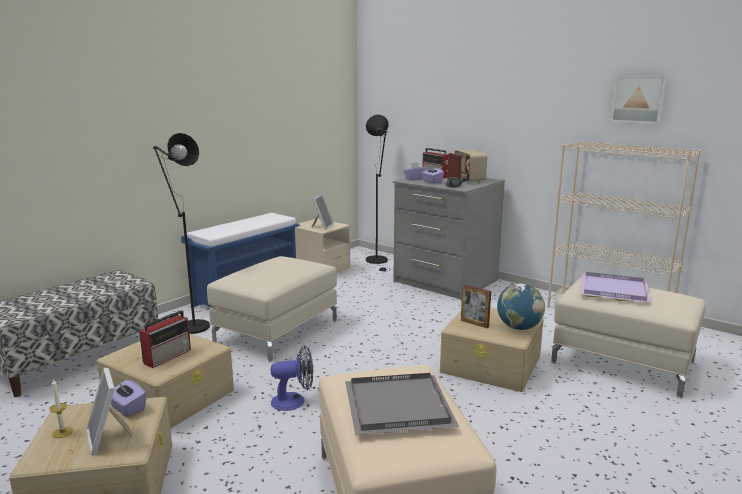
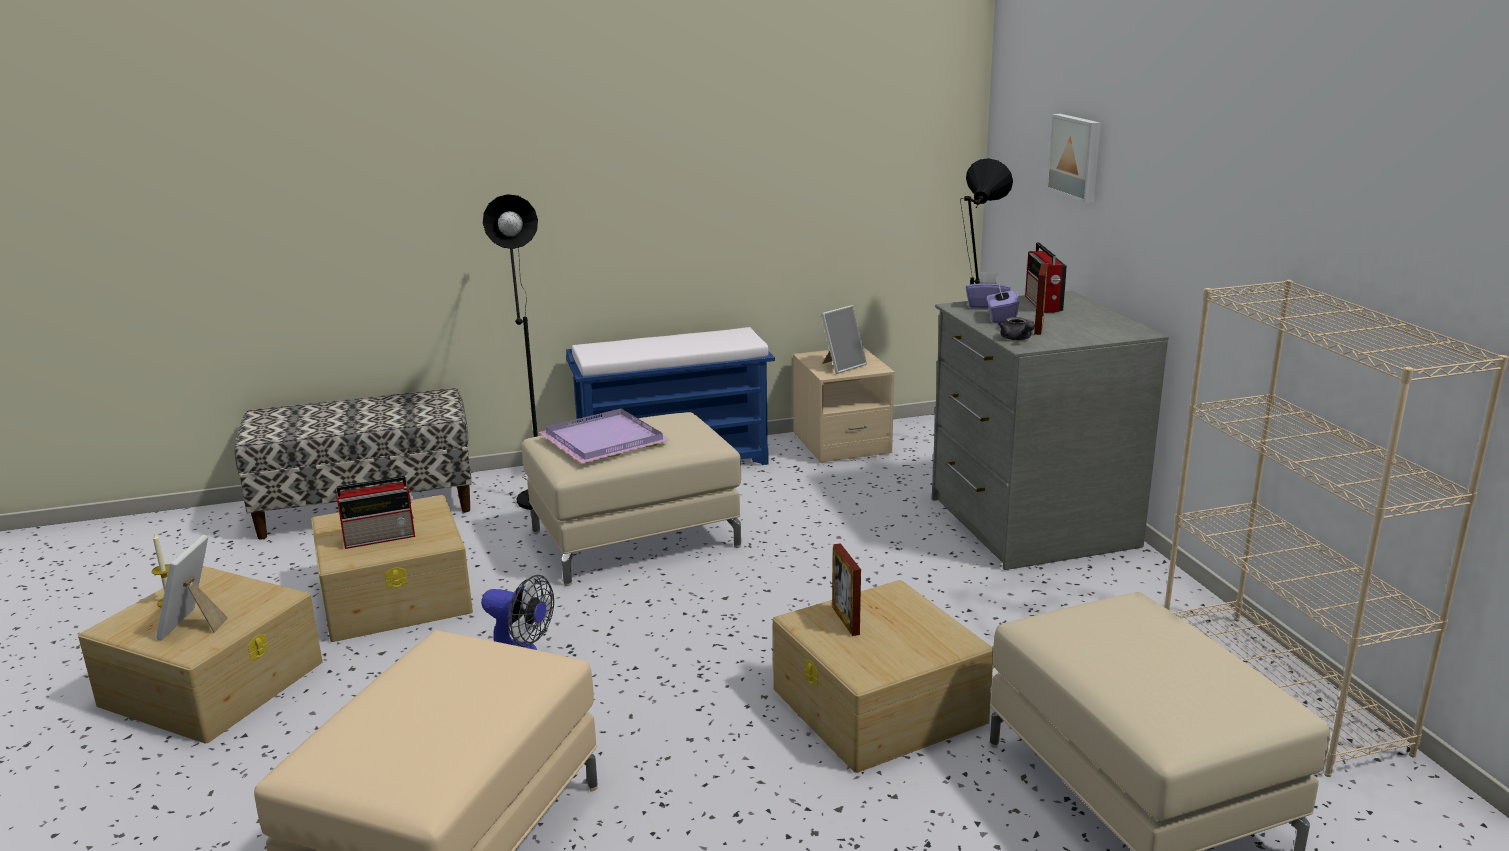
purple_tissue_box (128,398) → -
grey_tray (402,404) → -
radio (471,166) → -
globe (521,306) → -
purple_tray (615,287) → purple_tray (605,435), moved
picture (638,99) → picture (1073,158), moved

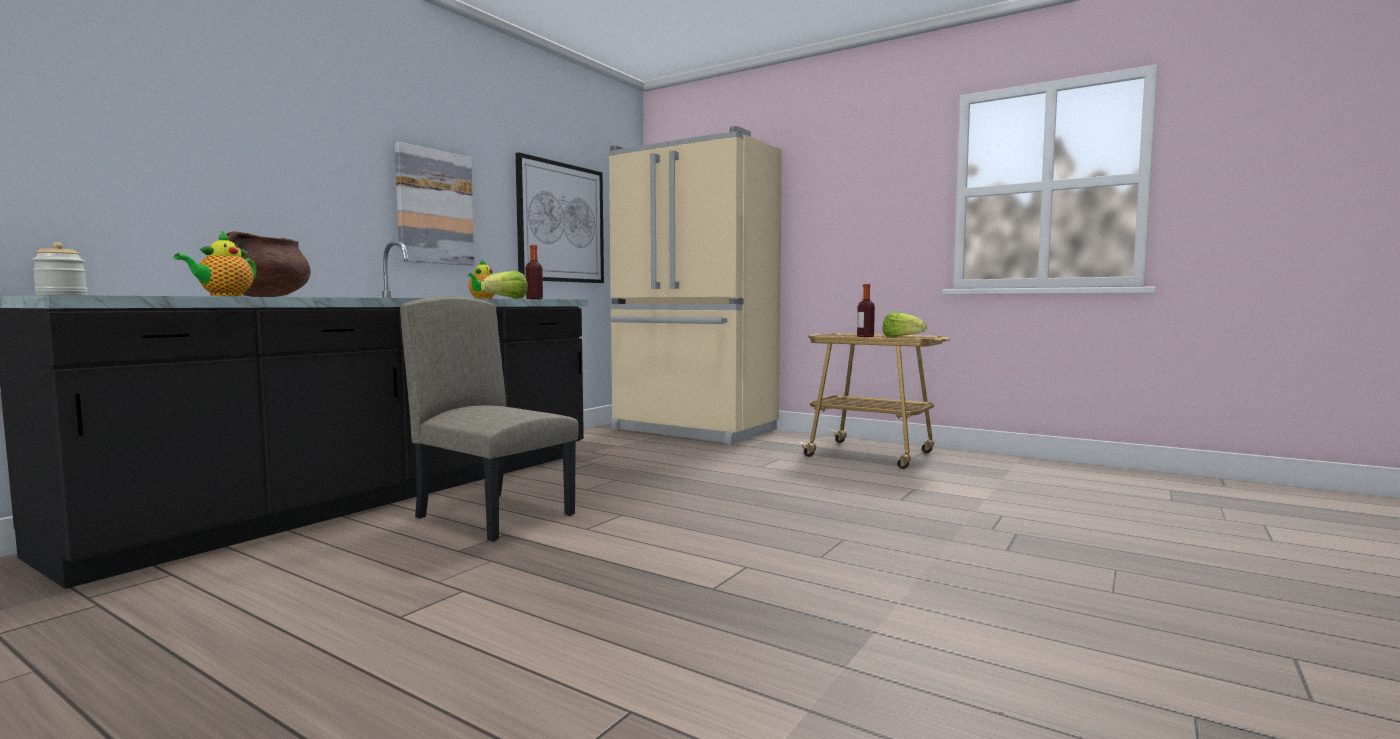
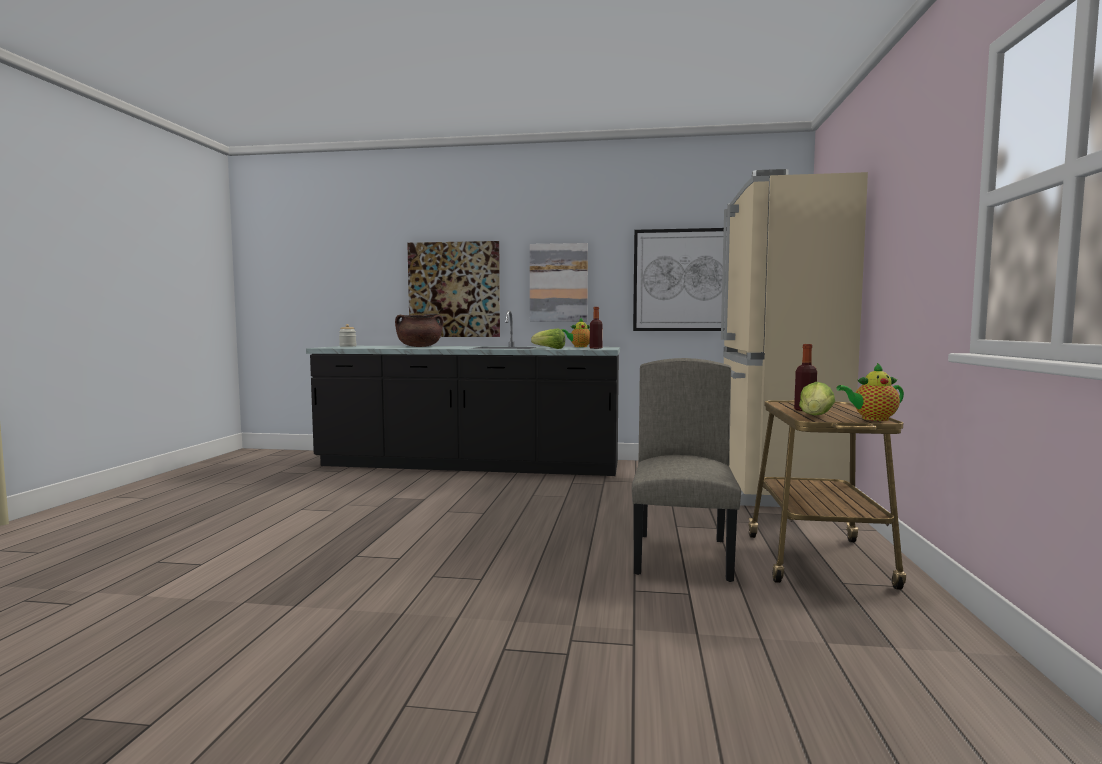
teapot (215,263) → teapot (870,392), moved
beige_chair (489,419) → beige_chair (686,470), moved
- → picture (453,289)

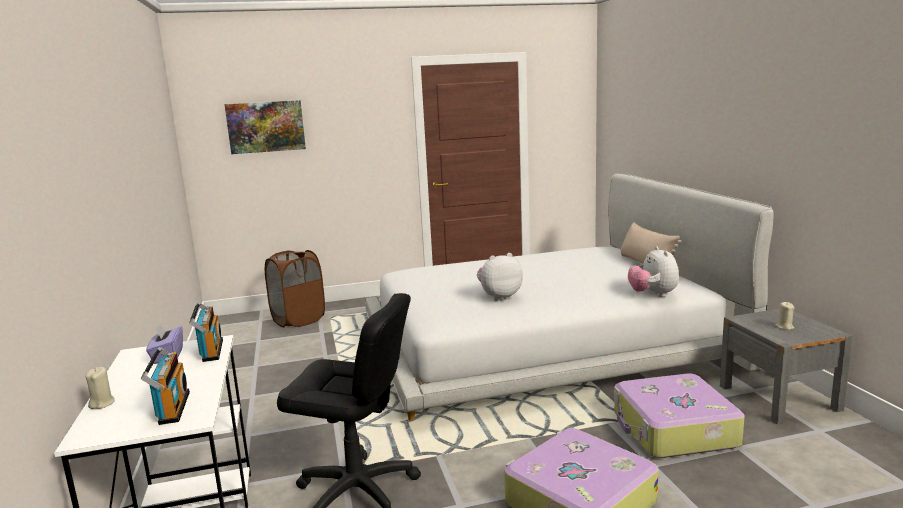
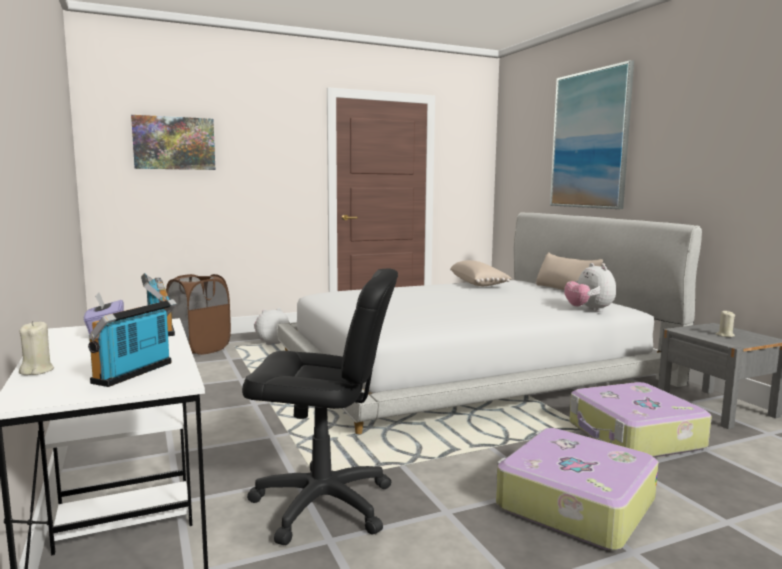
radio (165,386) → radio (132,343), 135 degrees counterclockwise
plush_toy (500,277) → plush_toy (271,326), moved
- → beige_pillow (481,273)
- → picture (592,134)

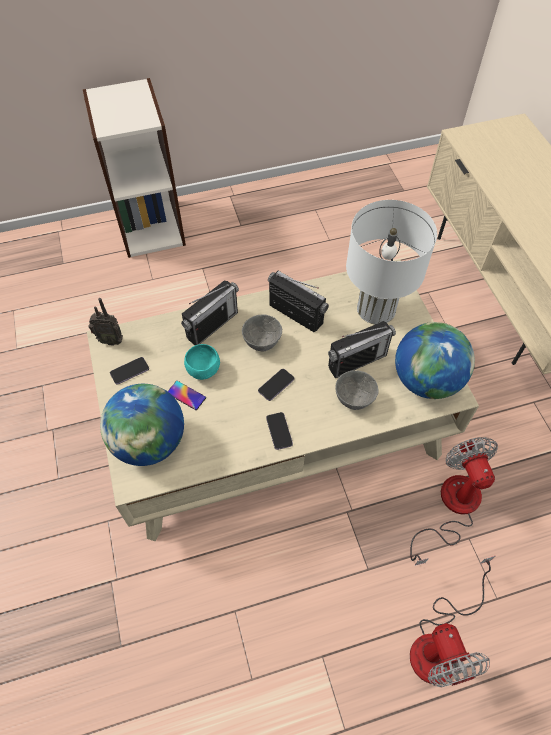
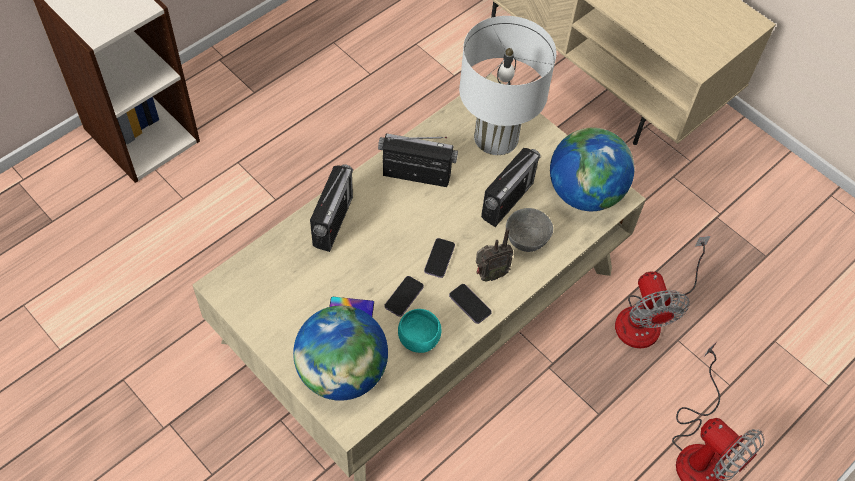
radio (105,322) → radio (495,255), moved
phone (129,371) → phone (404,296), moved
turquoise_bowl (202,362) → turquoise_bowl (419,331), moved
grey_bowl (262,332) → -
fan (454,501) → fan (663,292), 150 degrees counterclockwise

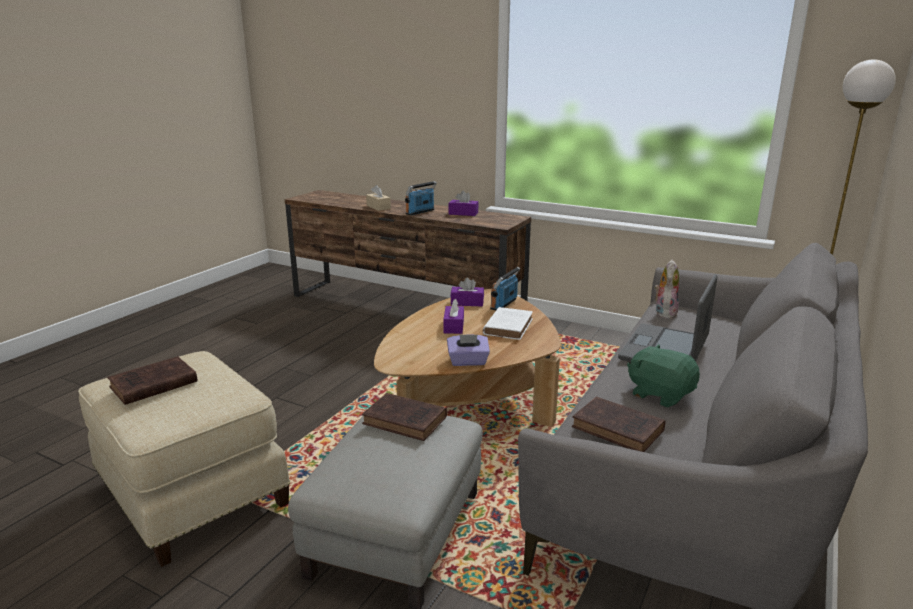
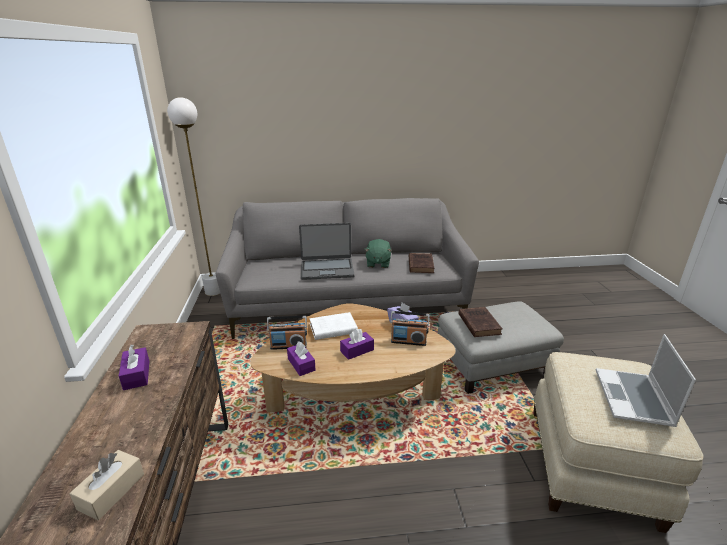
brown_book (152,380) → laptop (646,380)
radio (420,198) → radio (410,328), moved
plush_toy (666,289) → -

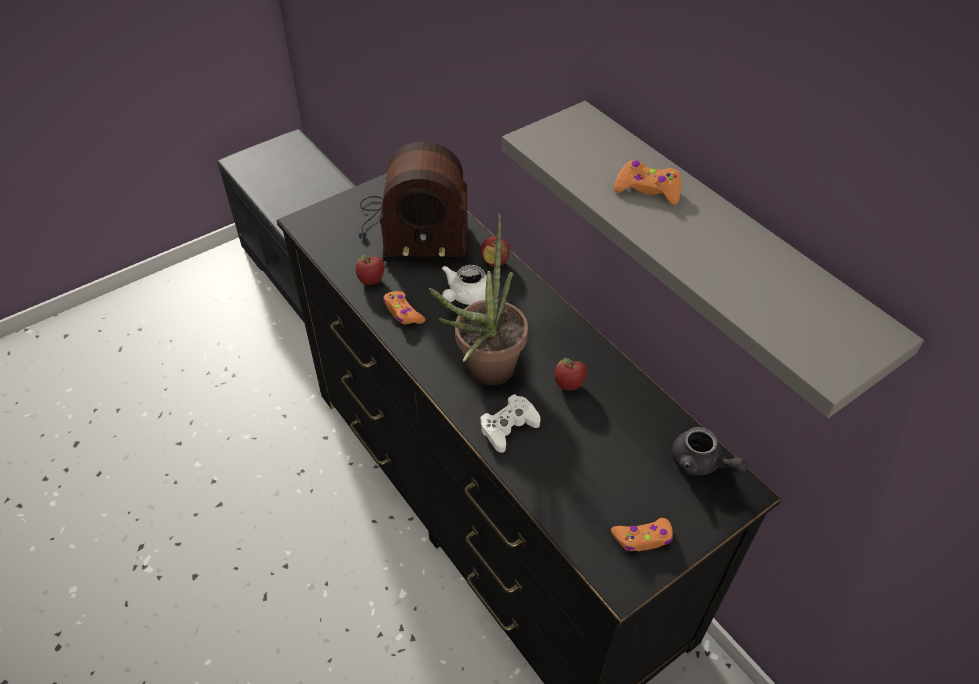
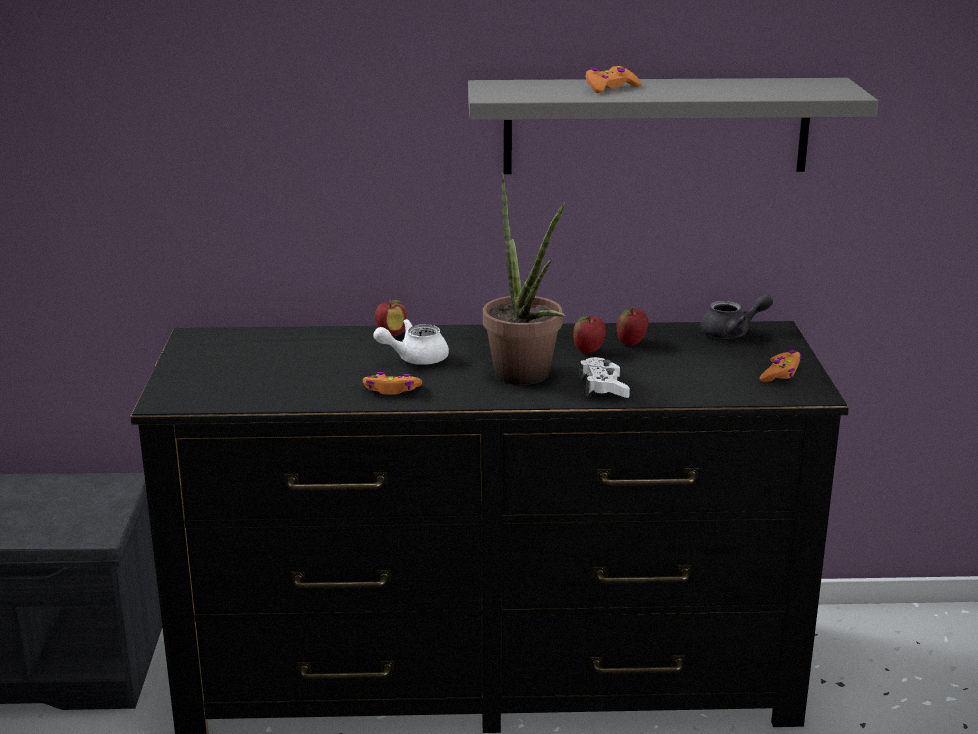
apple (370,270) → apple (632,326), moved
radio (413,202) → -
white_teapot (464,285) → white_teapot (411,342), 90 degrees clockwise

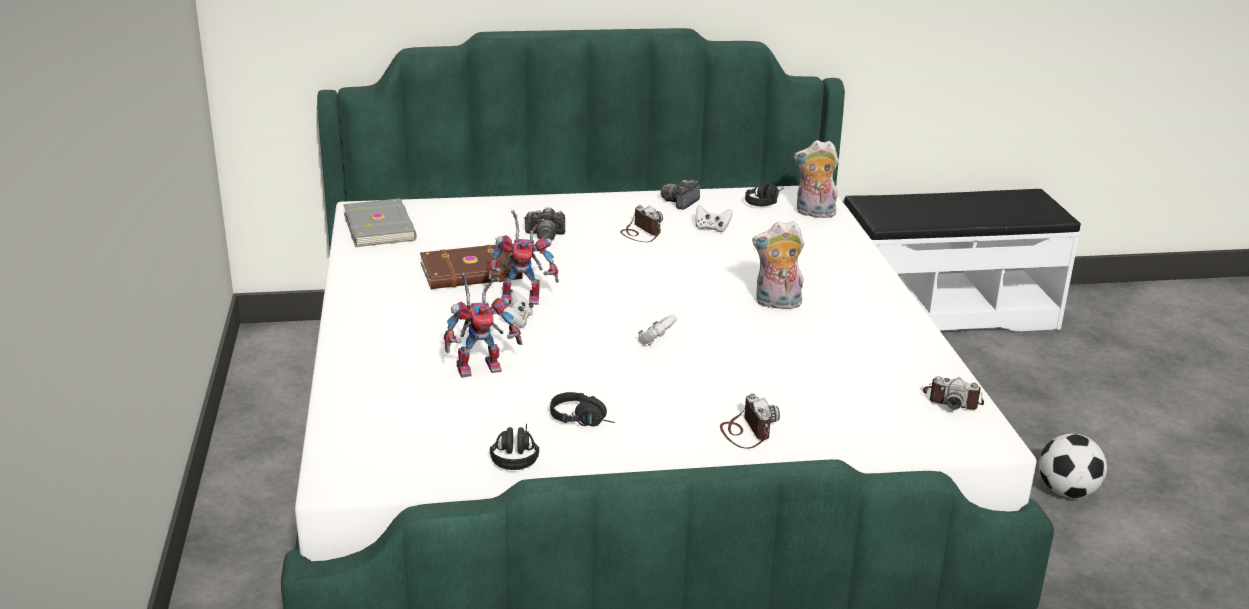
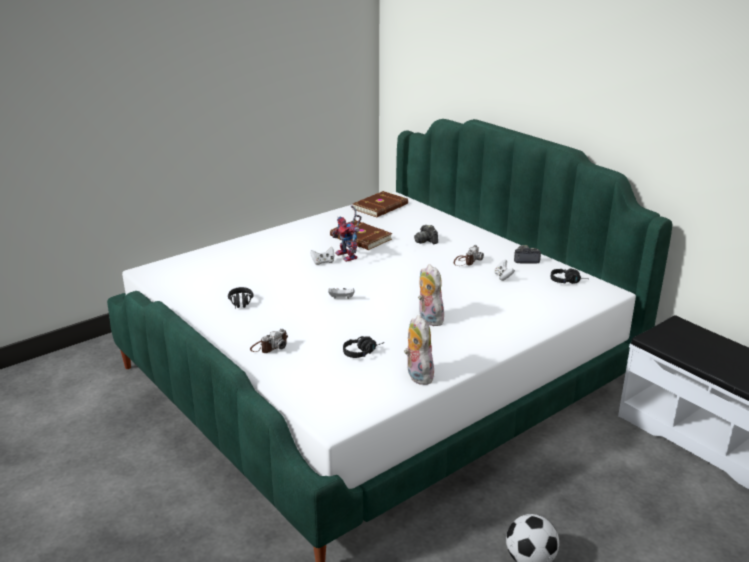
grey_book (380,223) → brown_book (380,204)
toy_robot (483,325) → -
black_headphones (514,447) → black_headphones (364,347), moved
plush_toy (816,179) → plush_toy (419,350), moved
photo_camera (953,393) → -

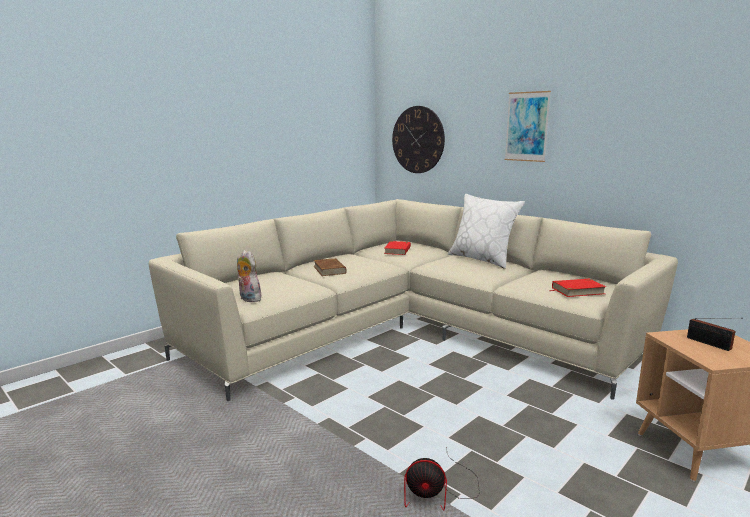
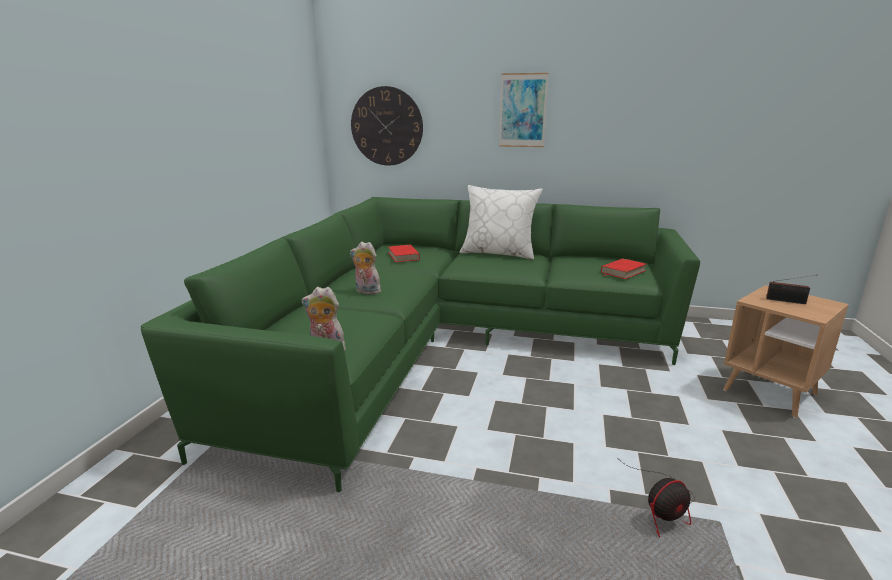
beige_sofa (413,300) → green_sofa (420,344)
brown_book (329,267) → plush_toy (365,268)

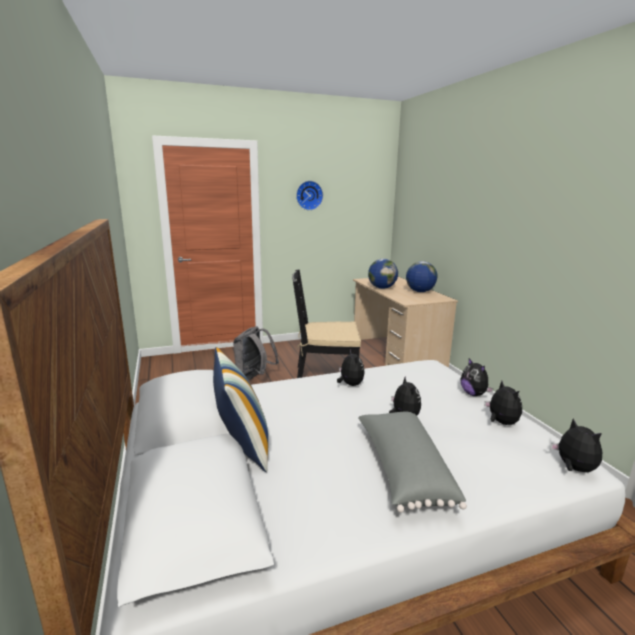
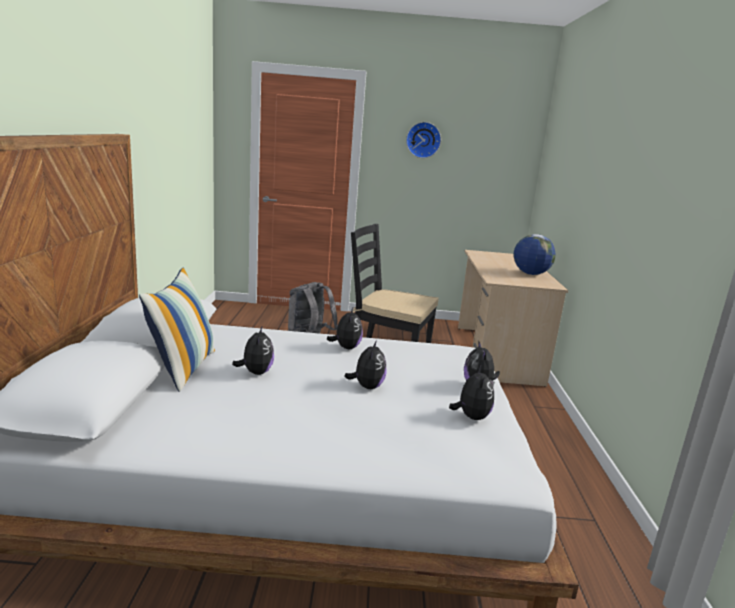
grey_pillow (412,462) → -
globe (383,274) → -
plush_toy (576,445) → plush_toy (253,350), moved

